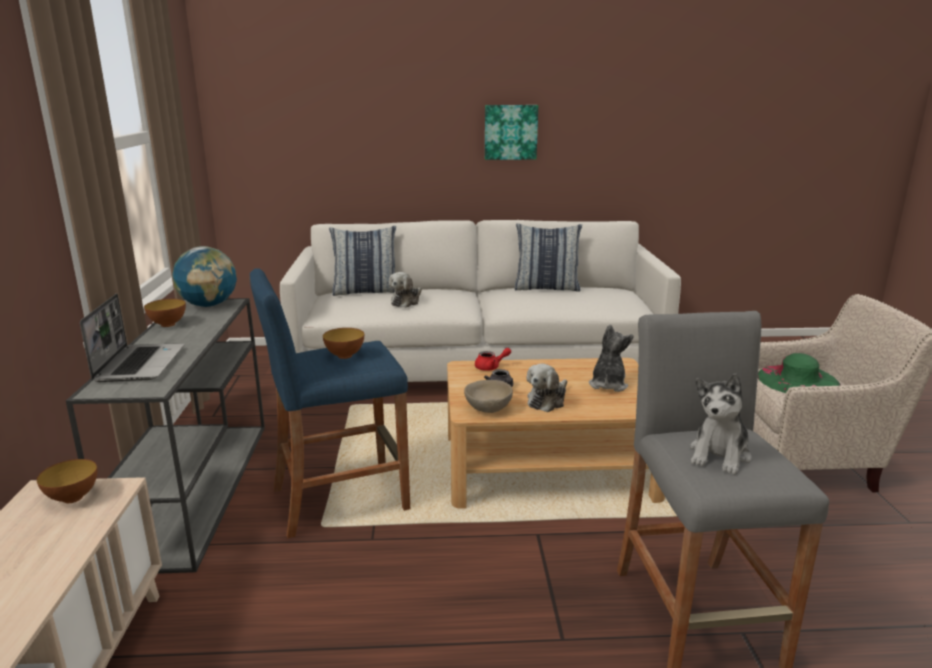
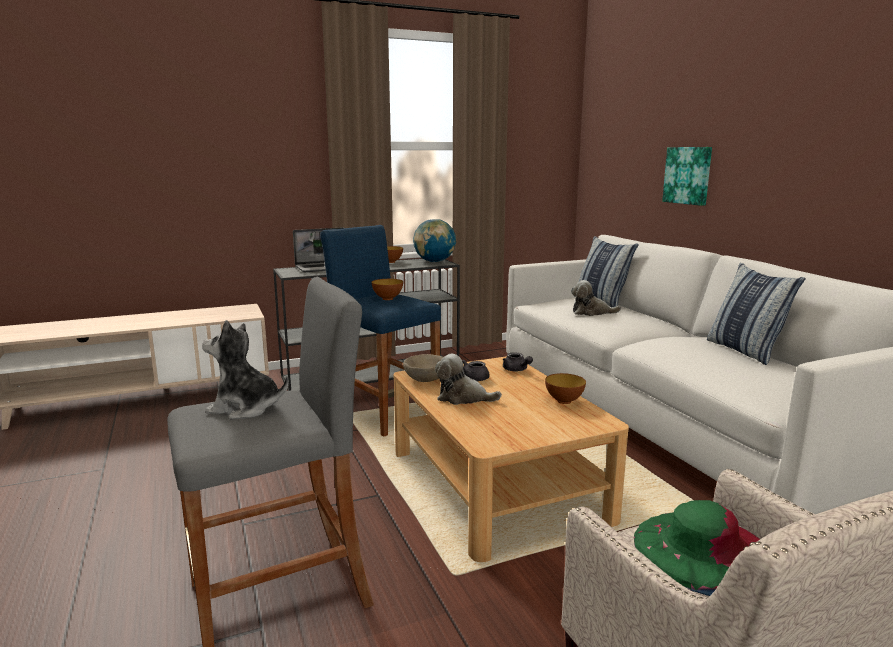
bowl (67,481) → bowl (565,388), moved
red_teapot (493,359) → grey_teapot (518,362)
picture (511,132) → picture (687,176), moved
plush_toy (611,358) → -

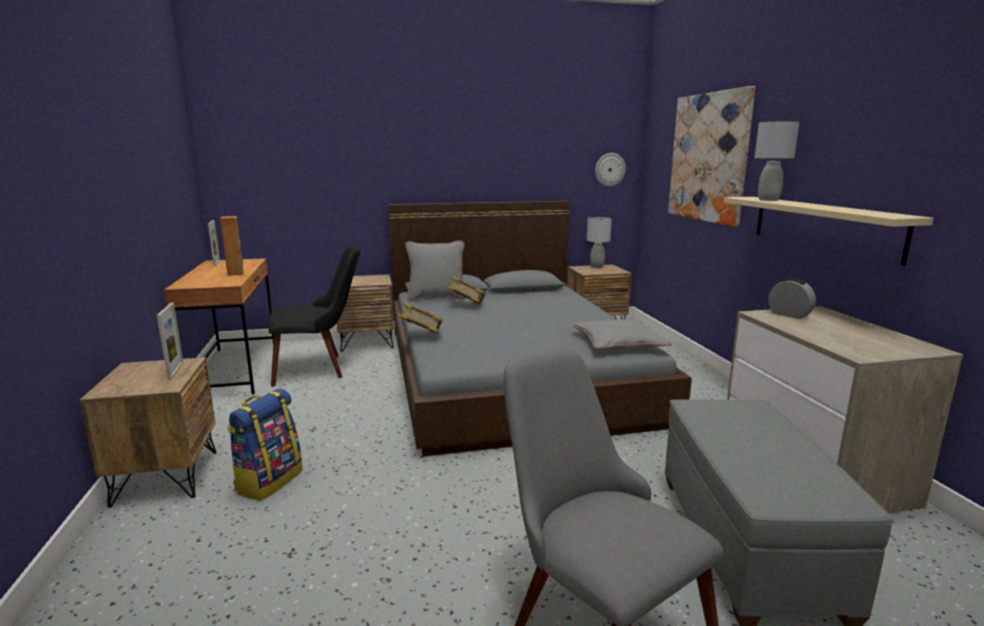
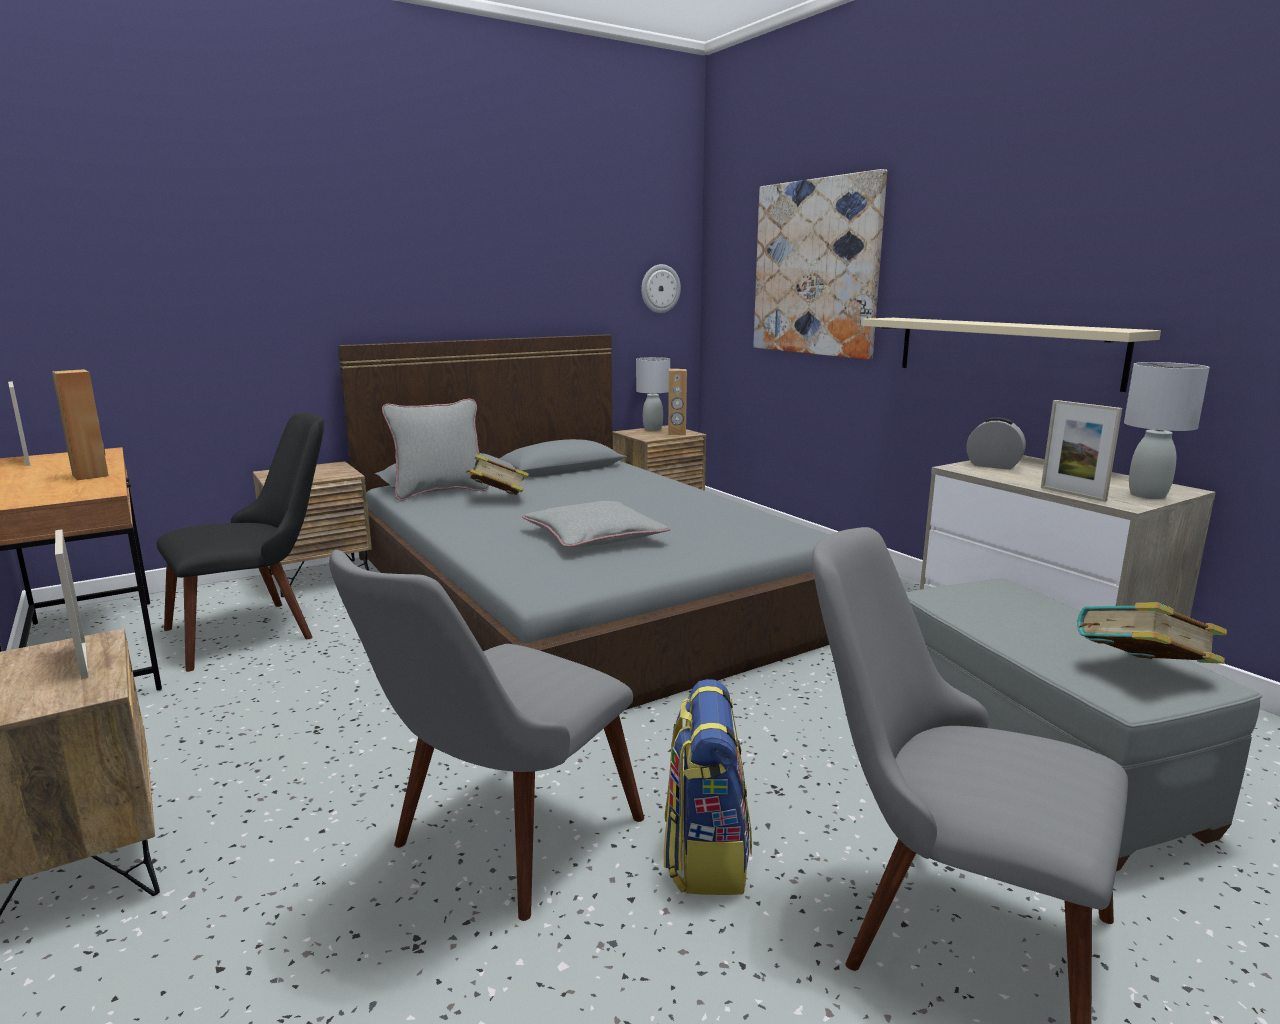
backpack (265,445) → backpack (708,787), moved
book (420,317) → book (1152,633), moved
grey_pillow (621,335) → grey_pillow (596,524), moved
grey_table_lamp (777,161) → grey_table_lamp (1167,430), moved
- → grey_chair (486,735)
- → brown_speaker (677,402)
- → picture_frame (1081,451)

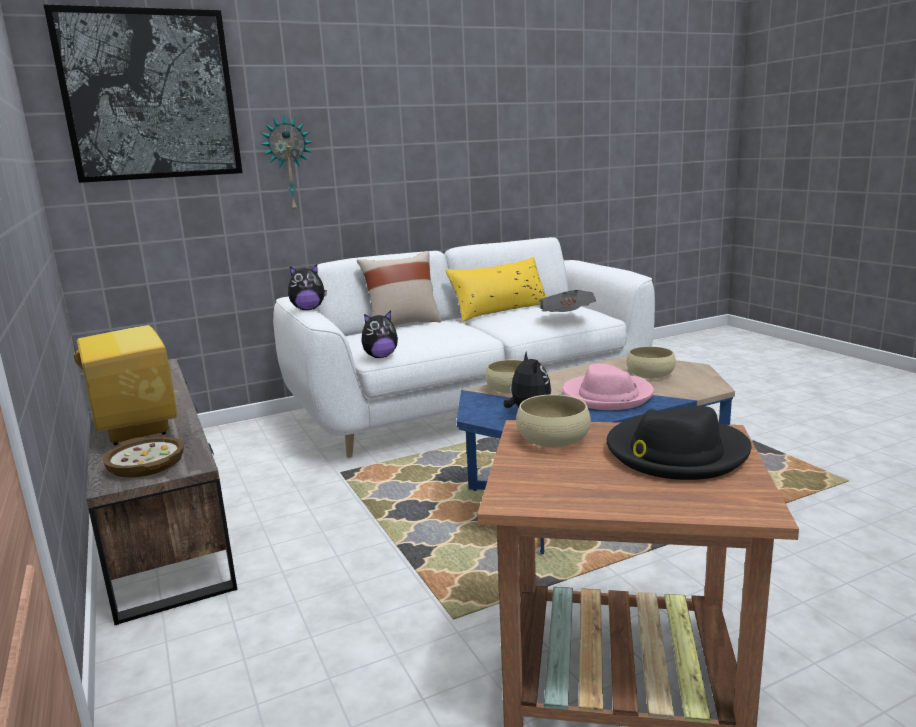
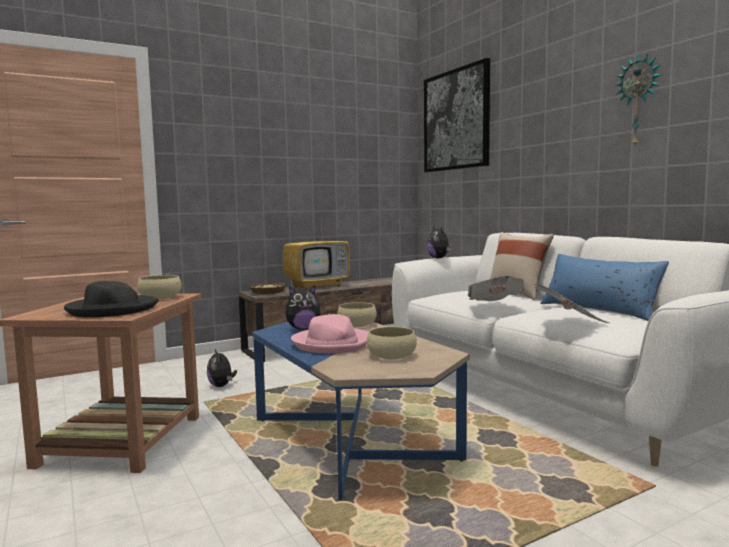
wall_clock (286,164) → wall_clock (638,100), moved
plush_toy (380,334) → plush_toy (222,368), moved
yellow_pillow (496,289) → blue_pillow (604,287)
- → newspaper (496,288)

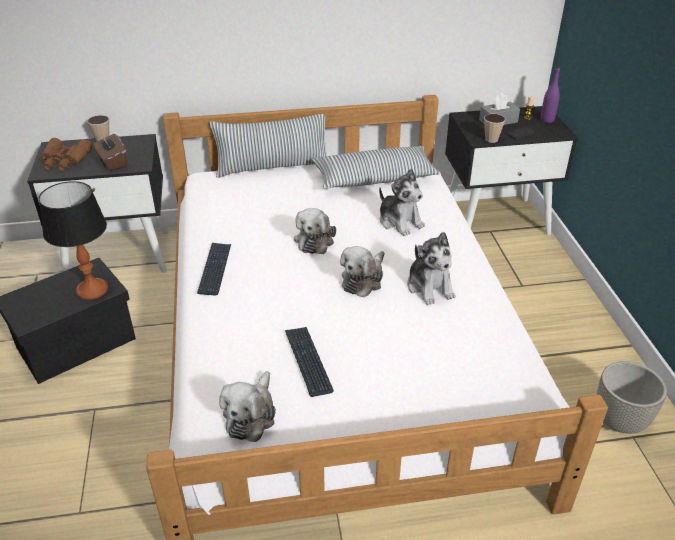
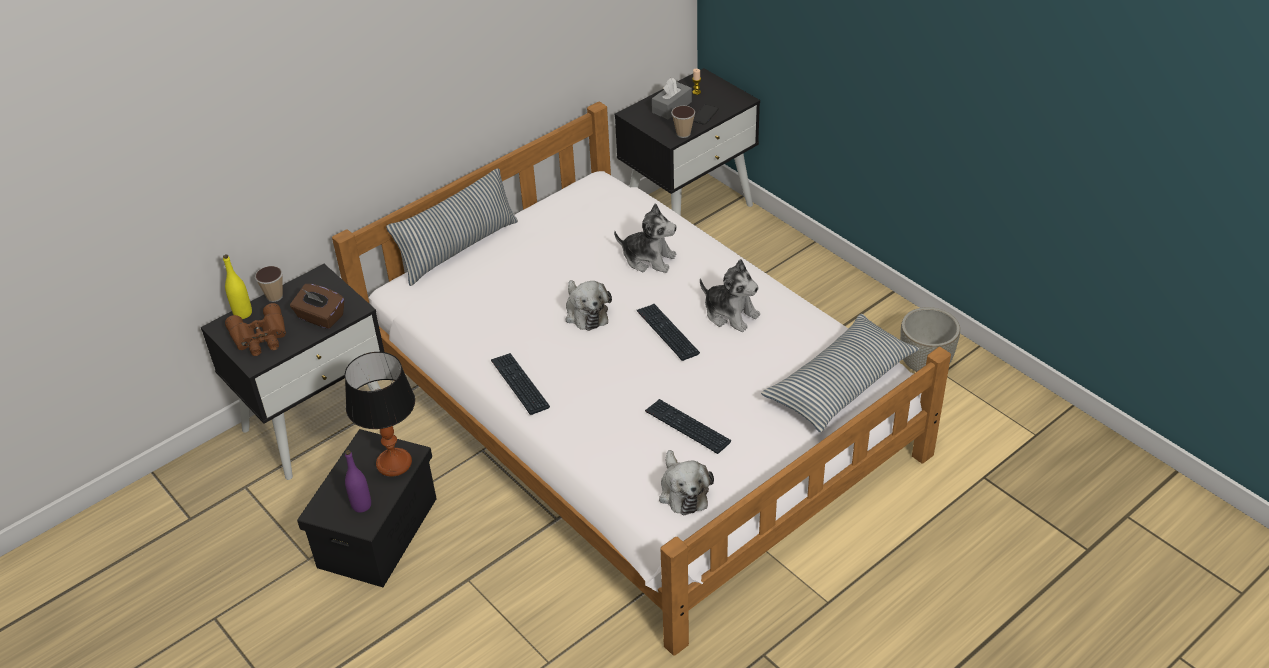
pillow (376,167) → pillow (840,373), moved
plush_toy (362,272) → keyboard (668,332)
purple_bottle (550,94) → purple_bottle (358,481), moved
- → yellow_bottle (237,286)

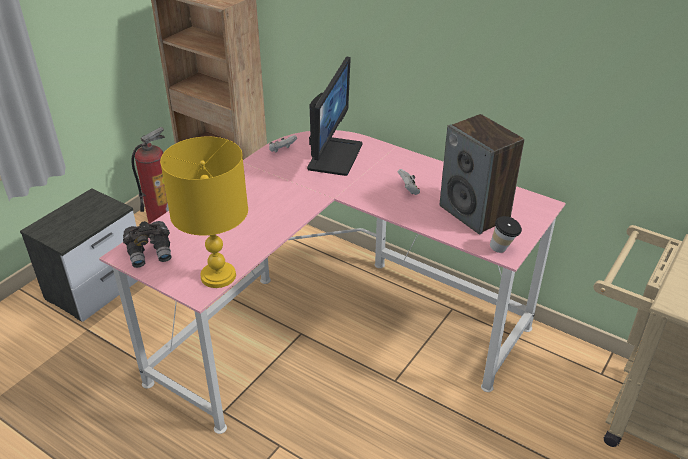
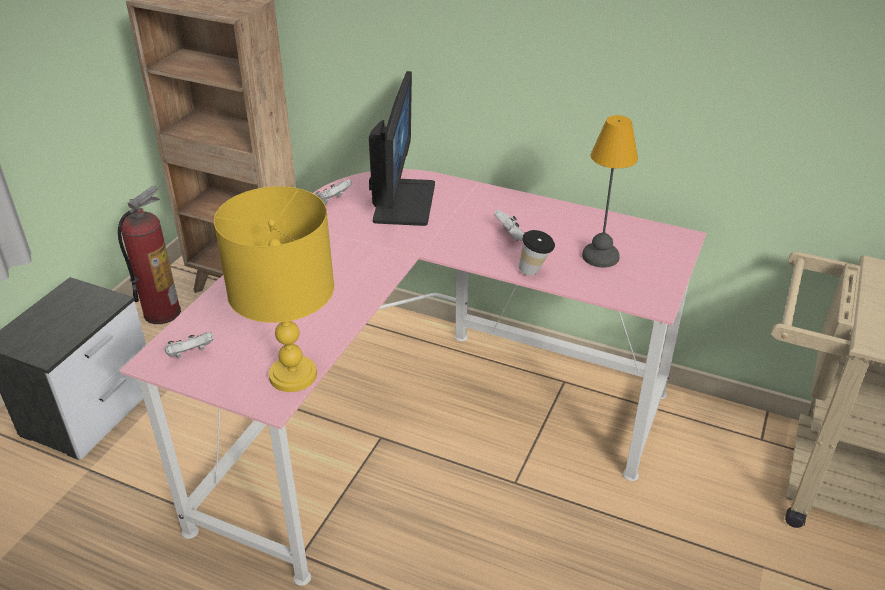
grey_binoculars (147,244) → white_game_controller (189,345)
speaker (482,174) → table_lamp (610,191)
cup (506,234) → cup (536,253), moved

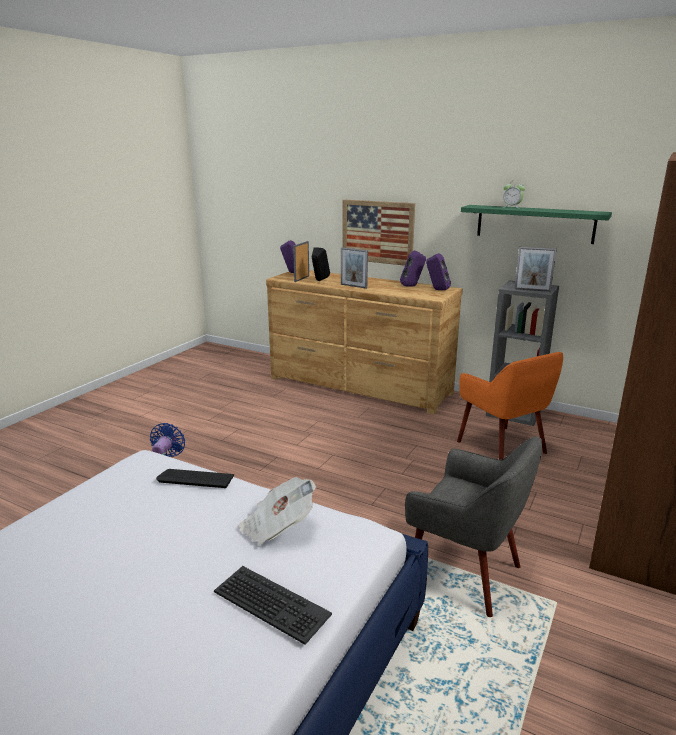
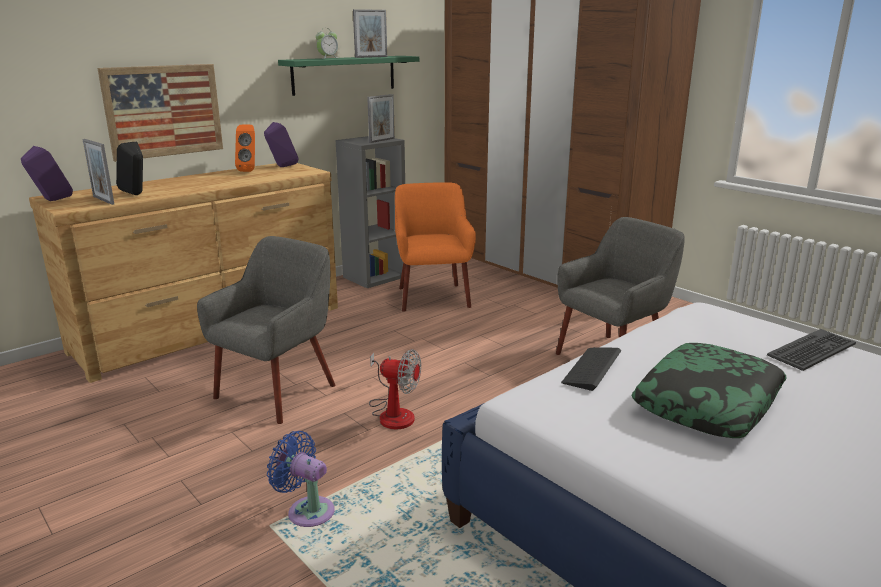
newspaper (277,511) → -
picture_frame (354,268) → picture_frame (370,33), moved
purple_speaker (413,269) → orange_speaker (245,148)
orange_armchair (510,406) → orange_armchair (435,247), 90 degrees counterclockwise
- → grey_armchair (266,330)
- → fan (395,389)
- → pillow (708,390)

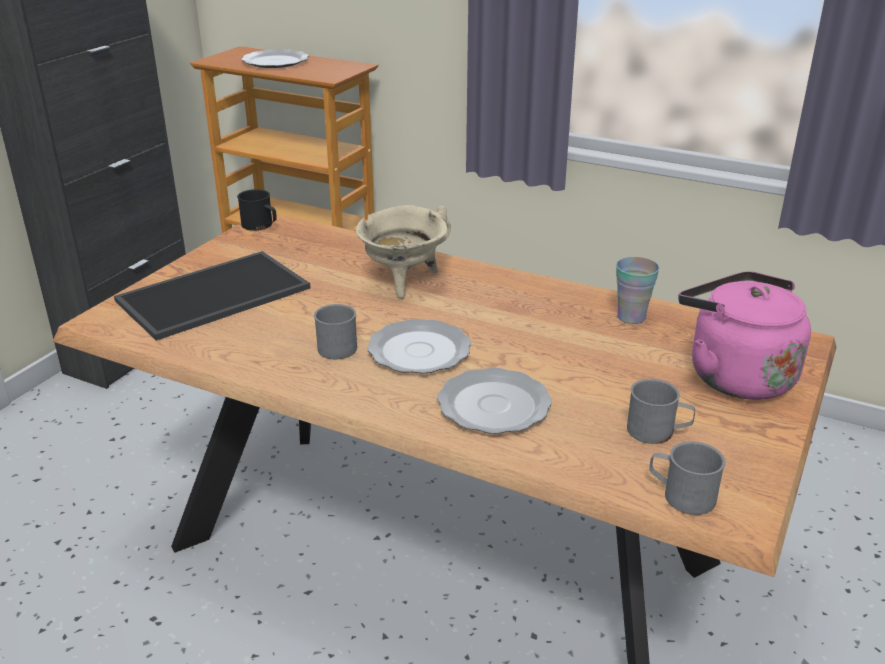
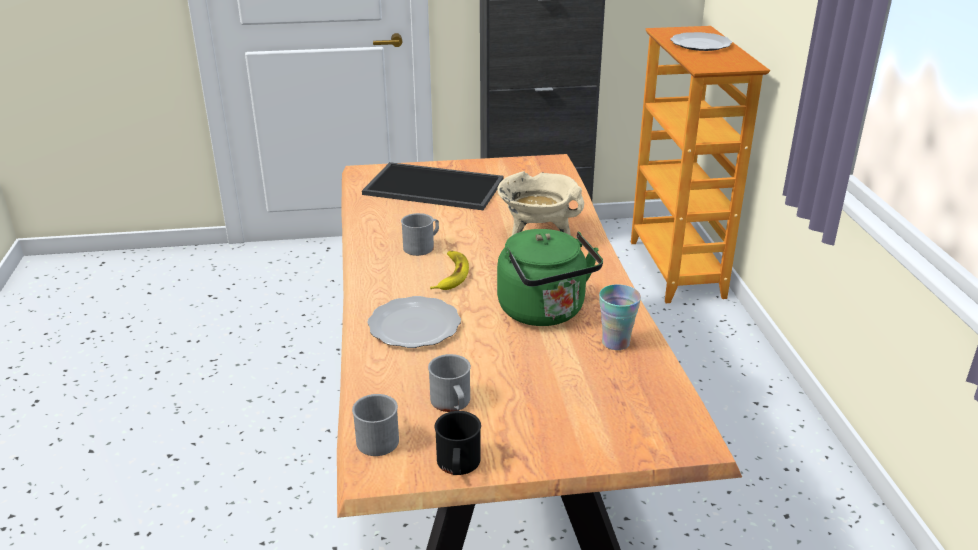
black_mug (257,210) → black_mug (458,443), moved
plate (419,346) → banana (449,270)
pink_kettle (744,335) → -
- → green_kettle (550,277)

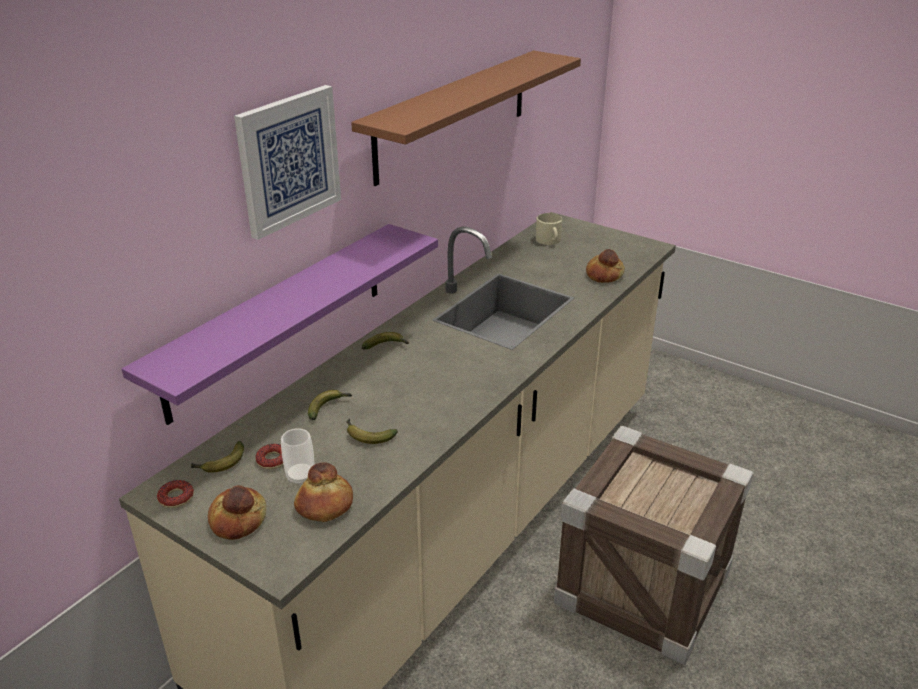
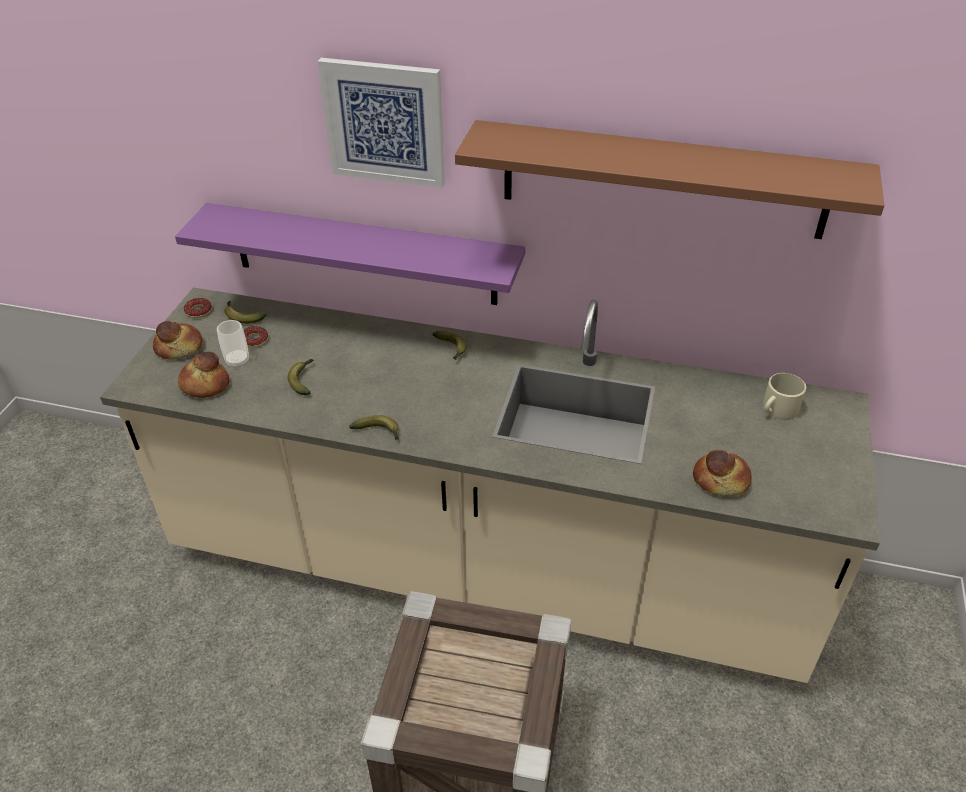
banana (330,405) → banana (374,427), moved

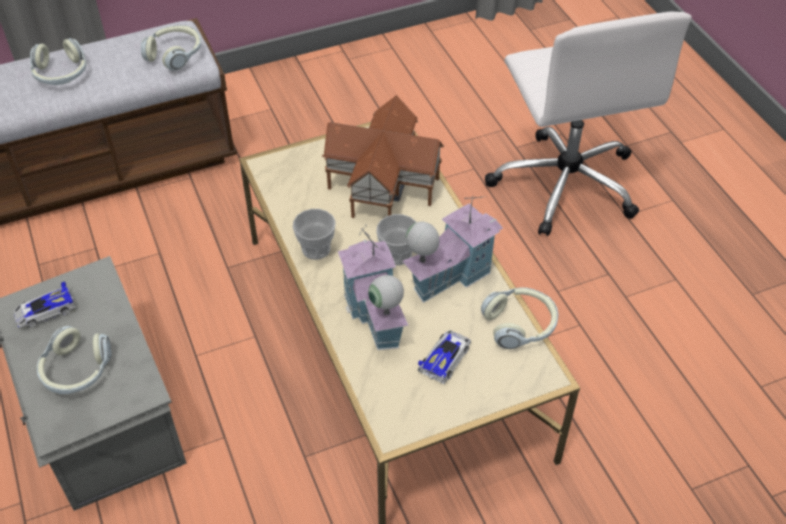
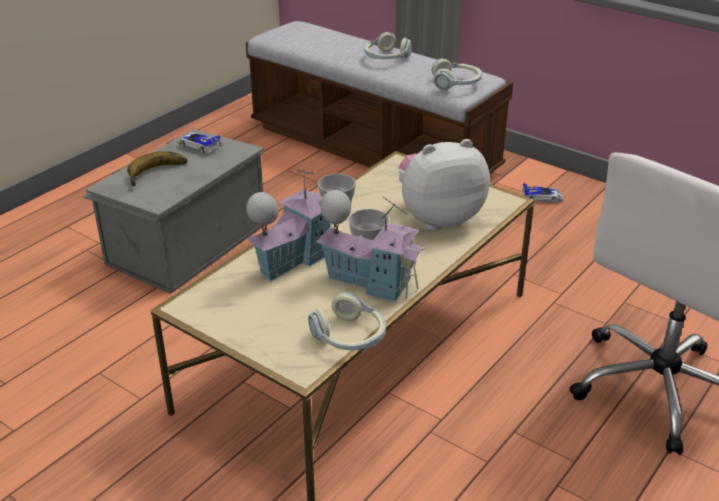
headphones (74,360) → banana (157,168)
toy_house (383,156) → plush_toy (444,184)
toy_car (444,357) → toy_car (542,193), moved

